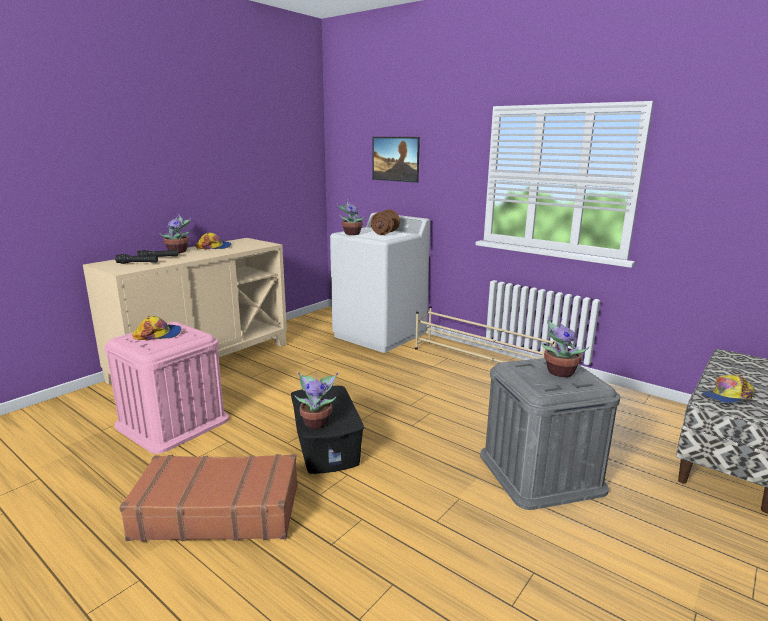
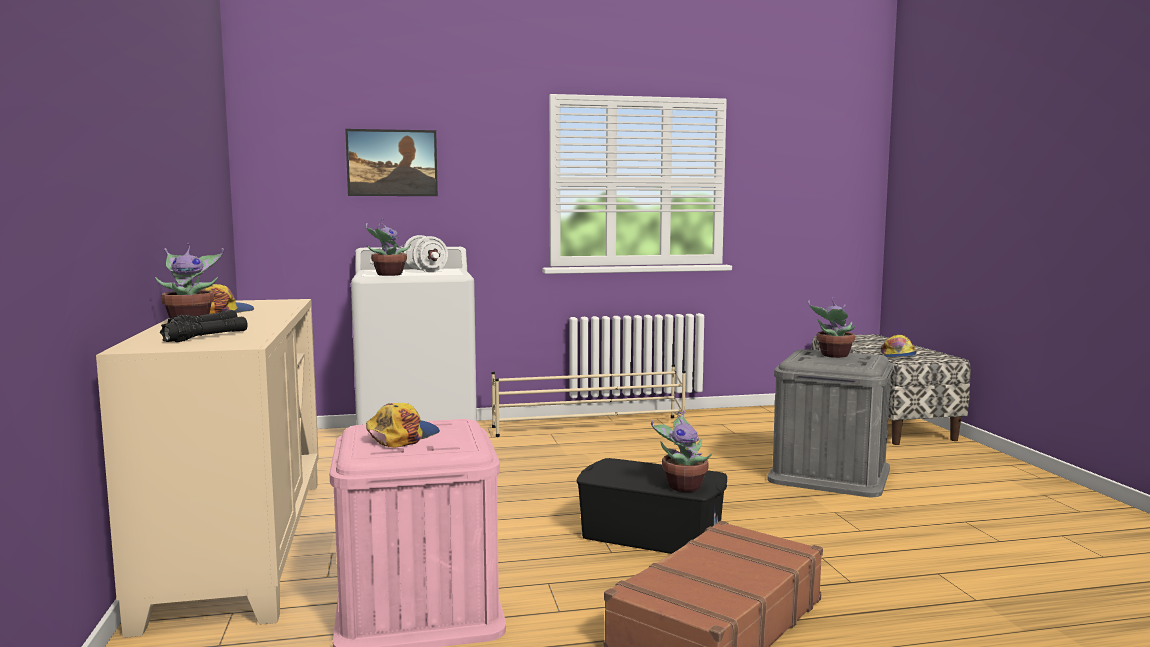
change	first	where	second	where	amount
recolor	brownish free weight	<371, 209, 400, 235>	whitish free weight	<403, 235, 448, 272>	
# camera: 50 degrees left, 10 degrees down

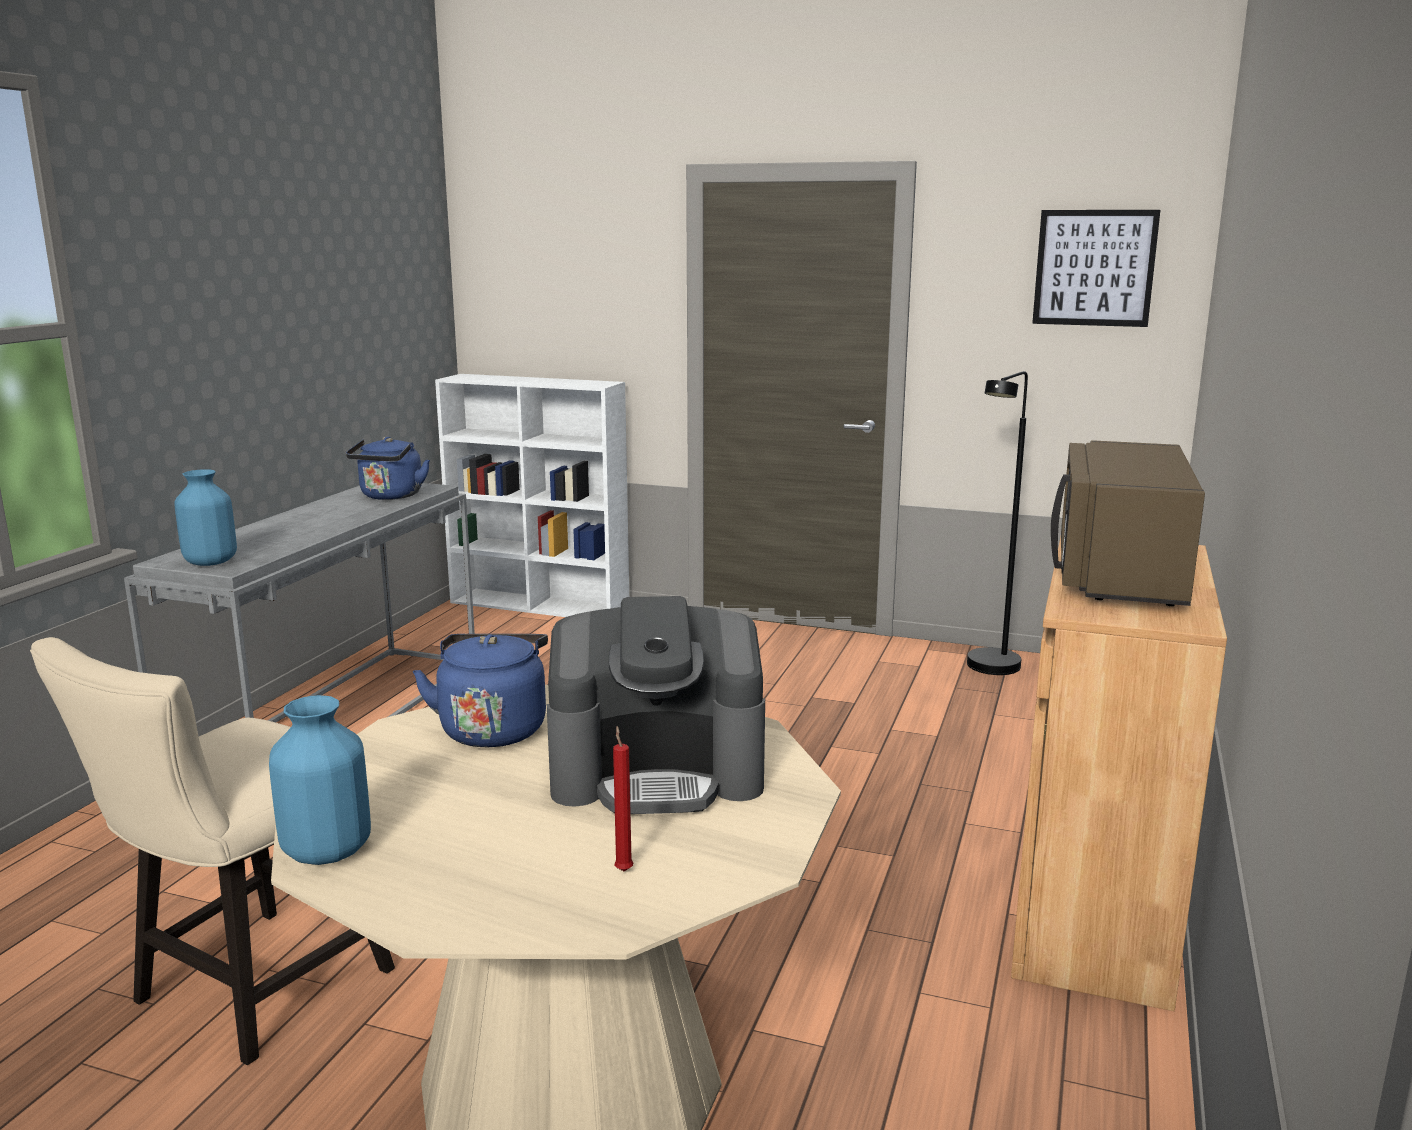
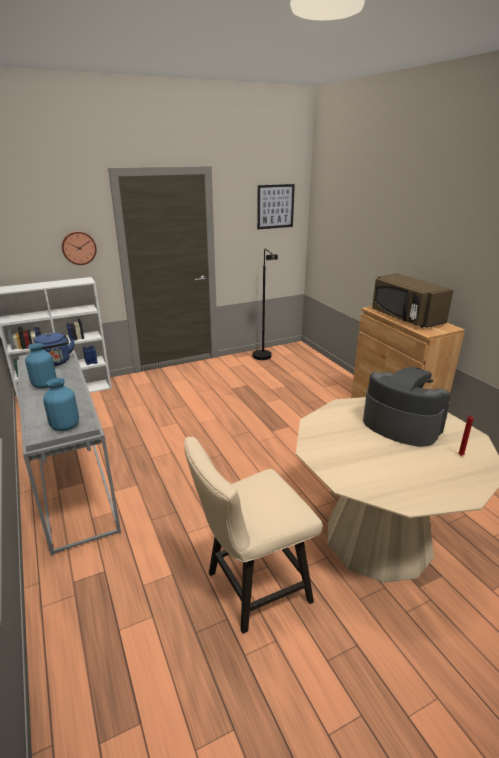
change	first	where	second	where	amount
delete	blue-coloured tea kettle	<413, 634, 548, 747>			
insert			hanging clock	<62, 231, 97, 265>	
move	blue-coloured decorative vase	<269, 695, 371, 865>		<25, 343, 57, 389>	
rotate	beige chair	<30, 637, 395, 1065>		<184, 437, 323, 634>	75 degrees clockwise
rotate	coffee brewer	<547, 596, 765, 814>		<363, 367, 451, 447>	90 degrees counterclockwise
# camera: 45 degrees left, 10 degrees up

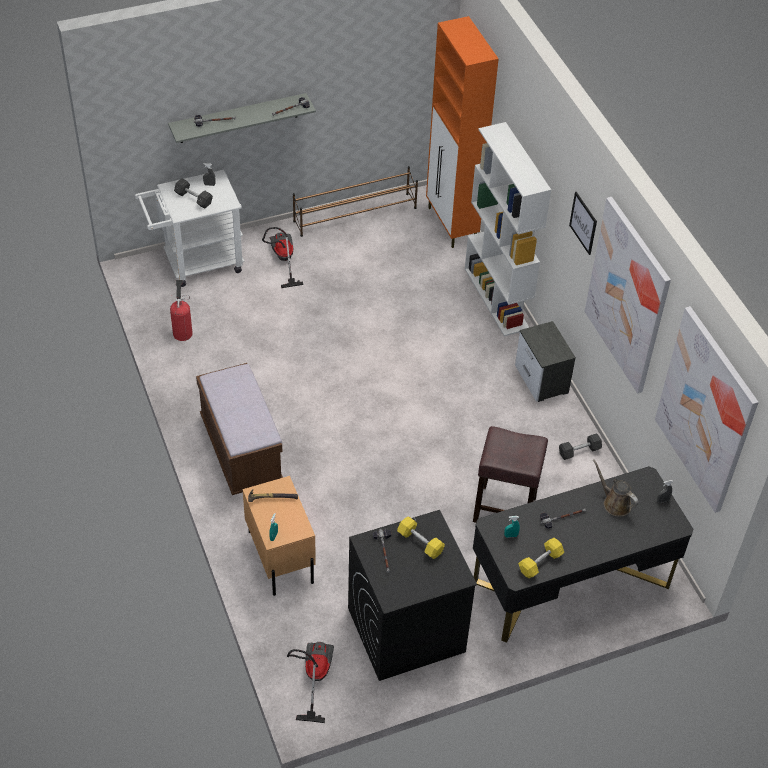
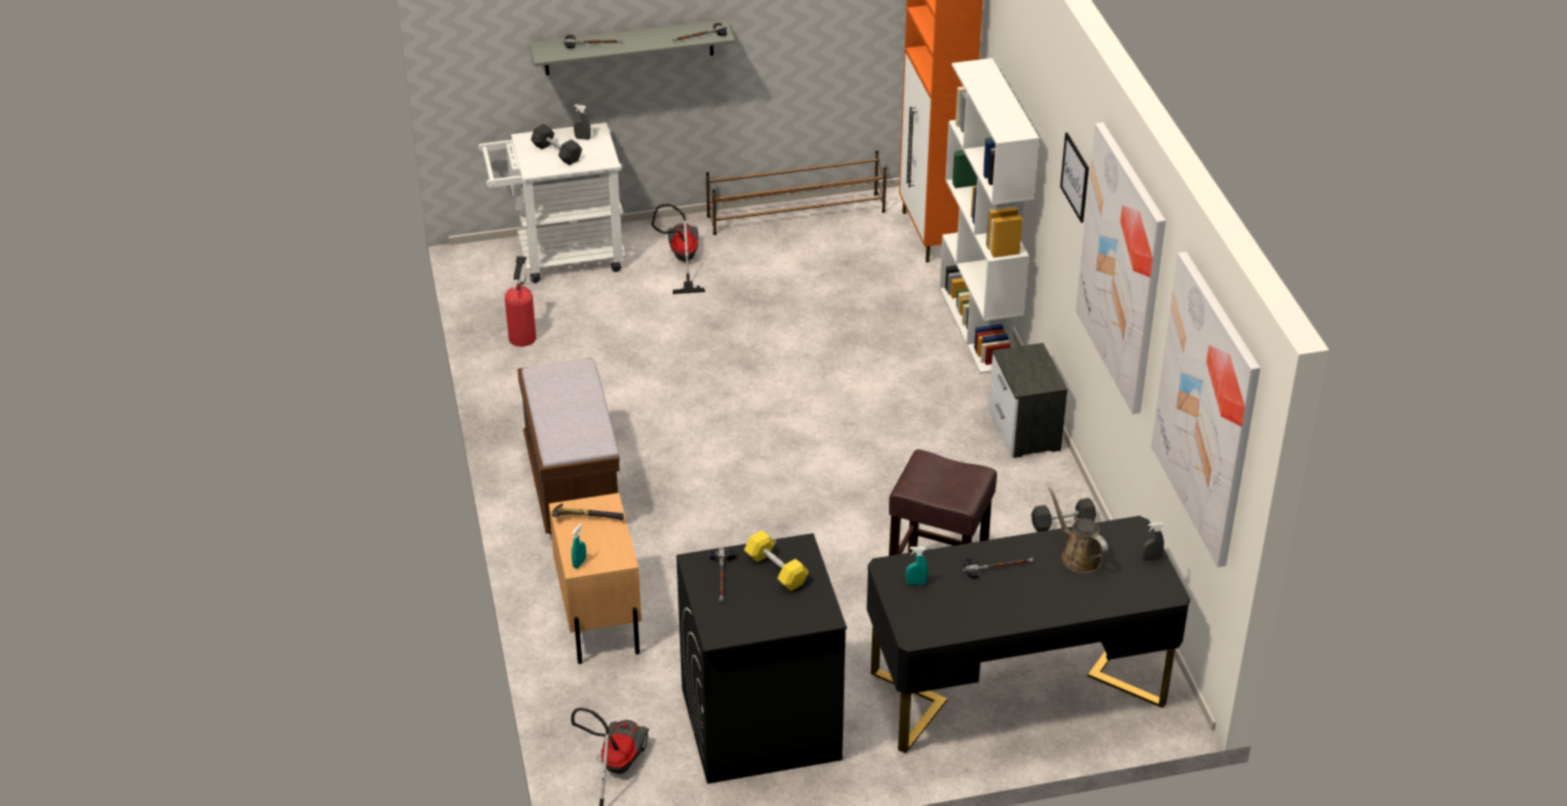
change	first	where	second	where	amount
delete	yellow-coloured free weight	<518, 538, 564, 578>			
# camera: 10 degrees right, 10 degrees down

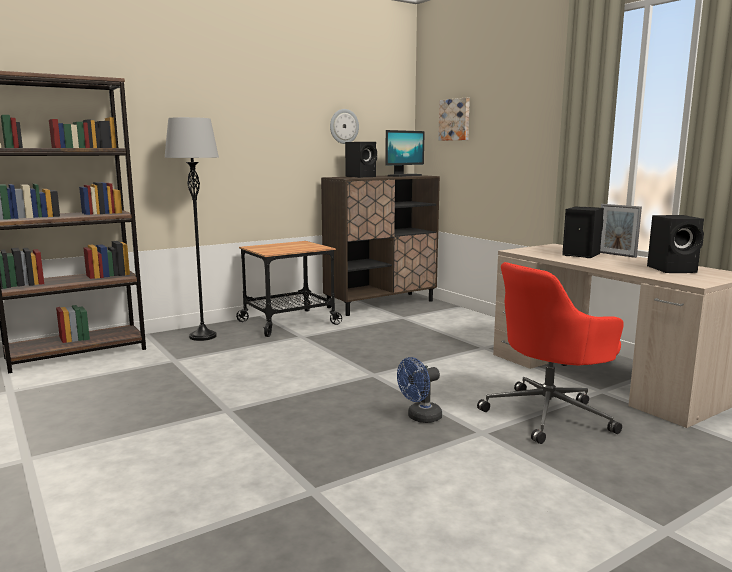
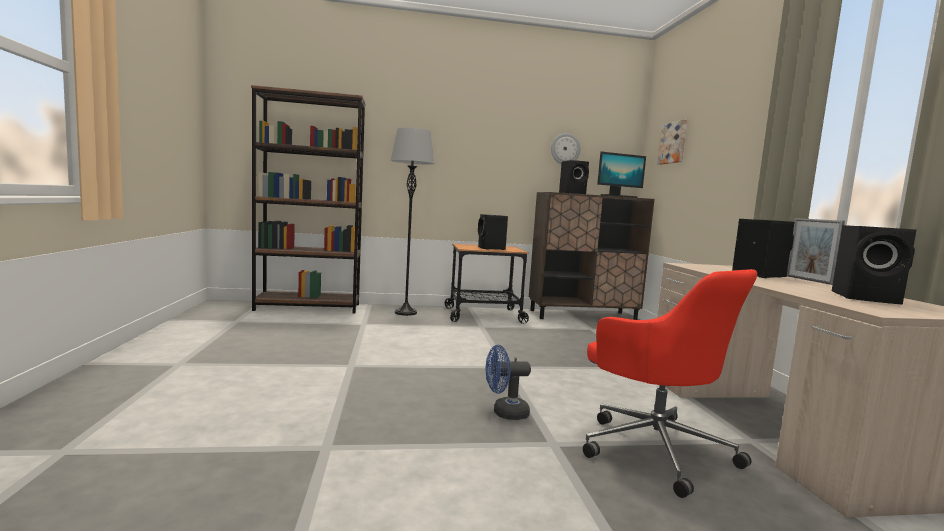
change	first	where	second	where	amount
insert			black loudspeaker	<478, 214, 508, 250>	
rotate	reddish computer chair	<477, 262, 624, 444>		<583, 269, 757, 498>	120 degrees counterclockwise
# camera: 25 degrees right, 5 degrees down

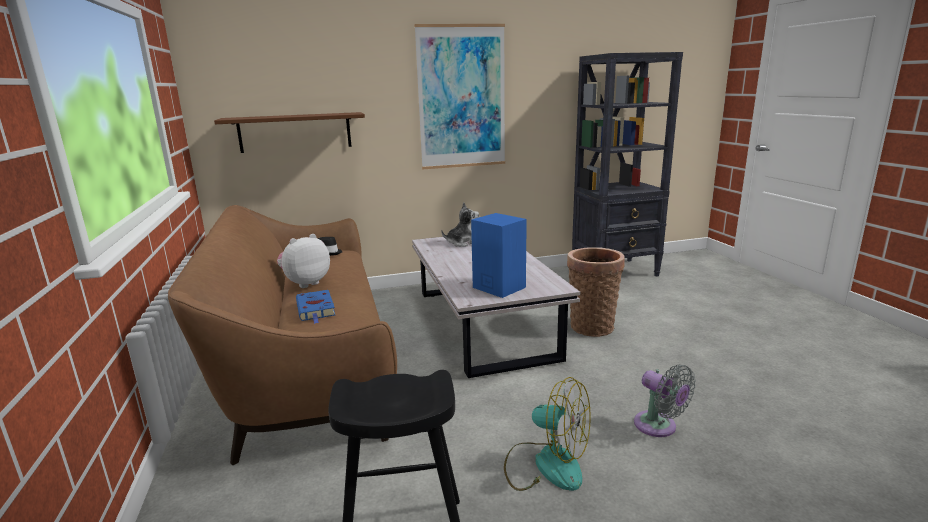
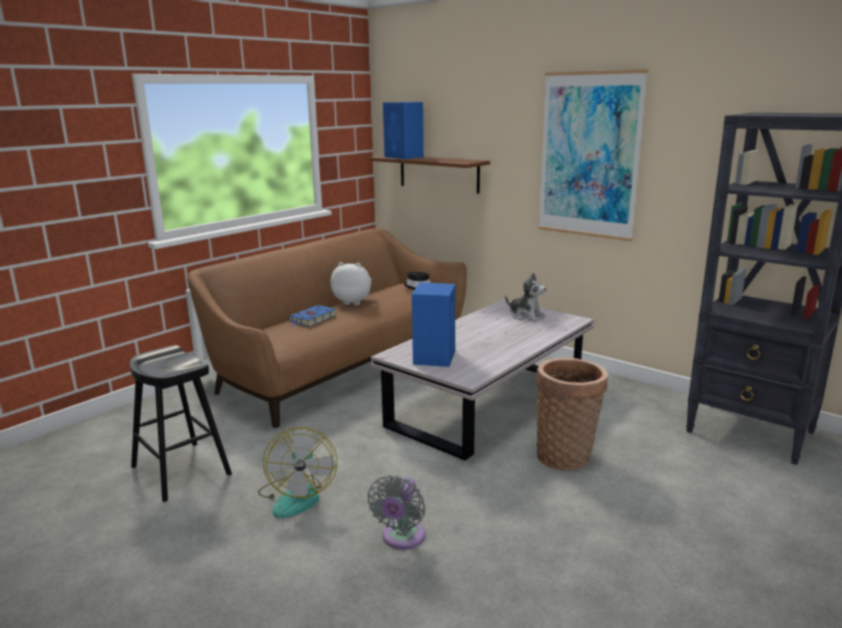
change	first	where	second	where	amount
insert			blue-coloured loudspeaker	<383, 102, 424, 159>	
# camera: 55 degrees right, 0 degrees up

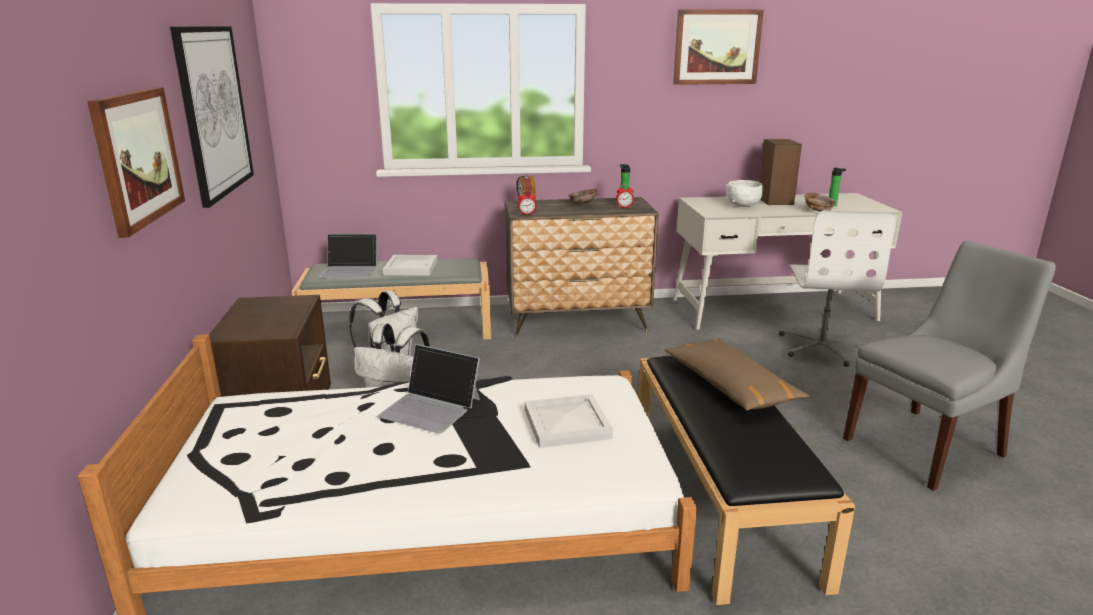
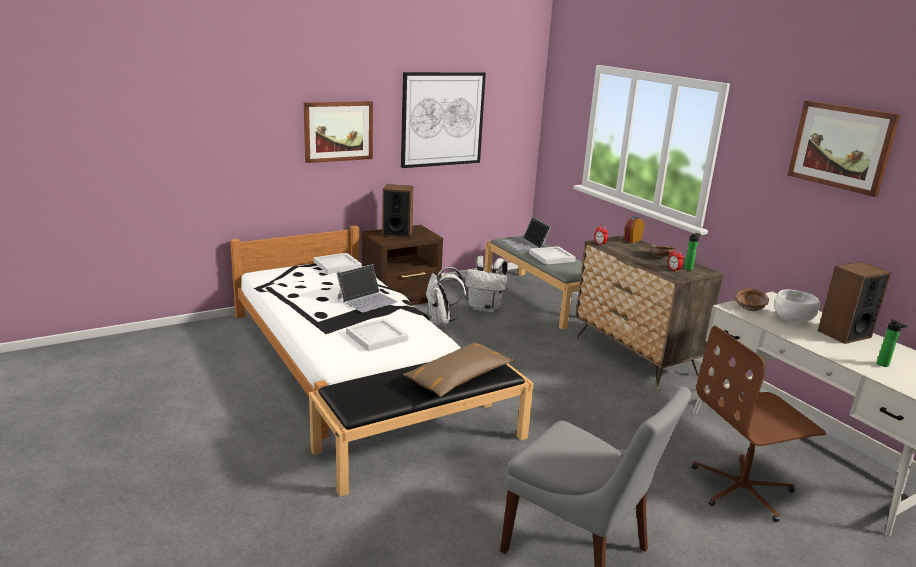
change	first	where	second	where	amount
insert			whitish carrying tray	<313, 253, 362, 274>	
insert			loudspeaker	<382, 184, 414, 238>	
move	brownish serving bowl	<804, 193, 836, 212>		<735, 288, 769, 311>	
recolor	whitish computer chair	<779, 210, 895, 367>	brownish computer chair	<692, 325, 826, 522>	
rotate	portable computer	<377, 344, 480, 434>		<336, 264, 397, 312>	135 degrees counterclockwise
# camera: 65 degrees right, 0 degrees up

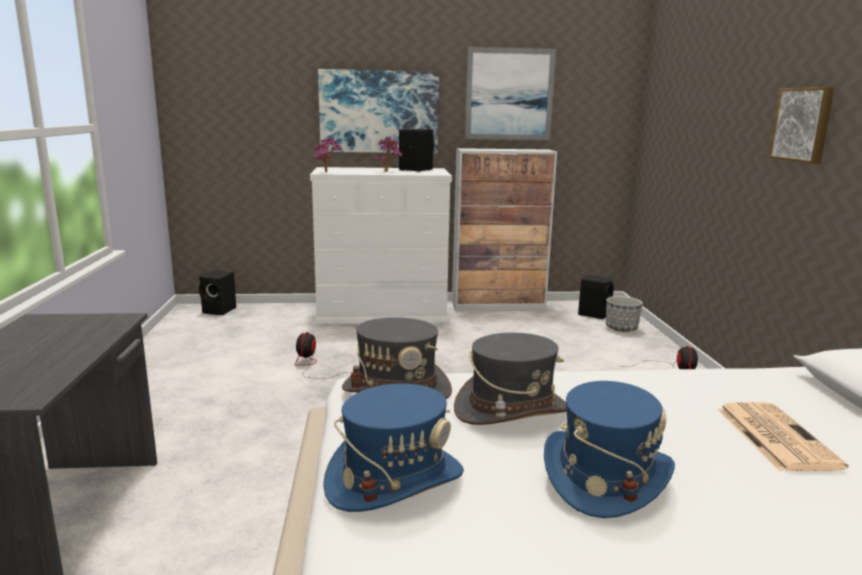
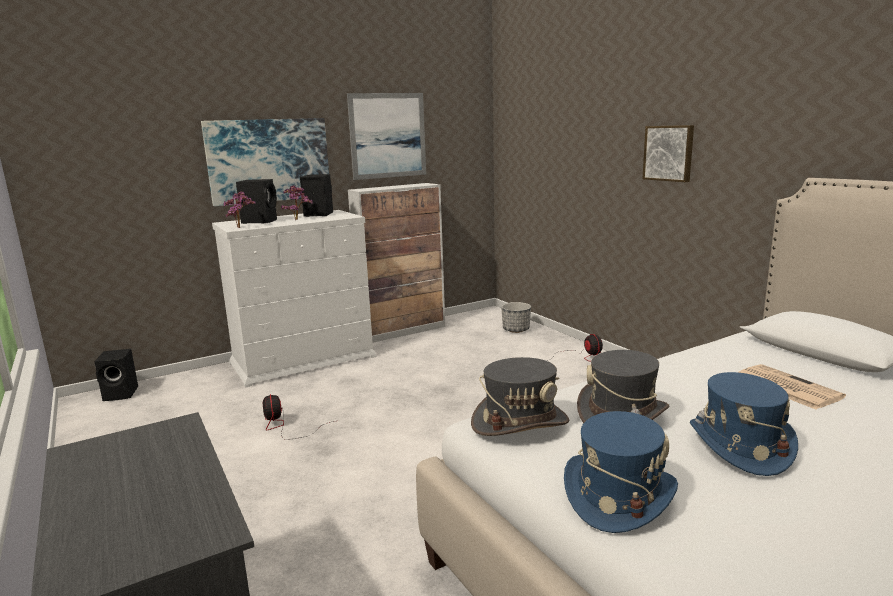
change	first	where	second	where	amount
move	black loudspeaker	<578, 275, 614, 319>		<236, 179, 277, 224>	
# camera: 25 degrees left, 0 degrees up

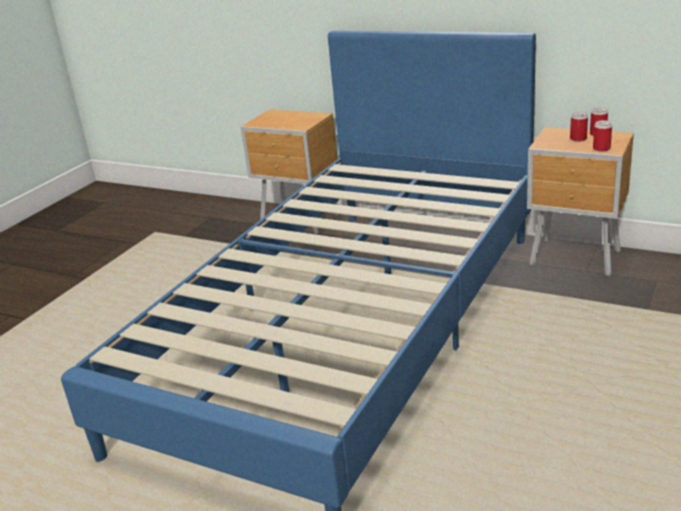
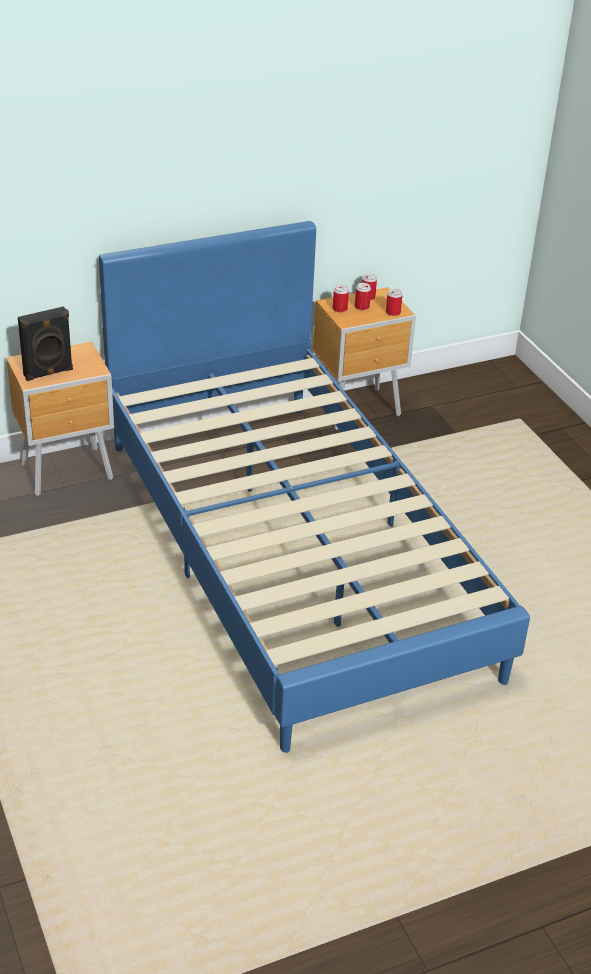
change	first	where	second	where	amount
insert			black loudspeaker	<18, 306, 73, 381>	
insert			sealed can	<333, 285, 349, 312>	
# camera: 55 degrees left, 10 degrees up

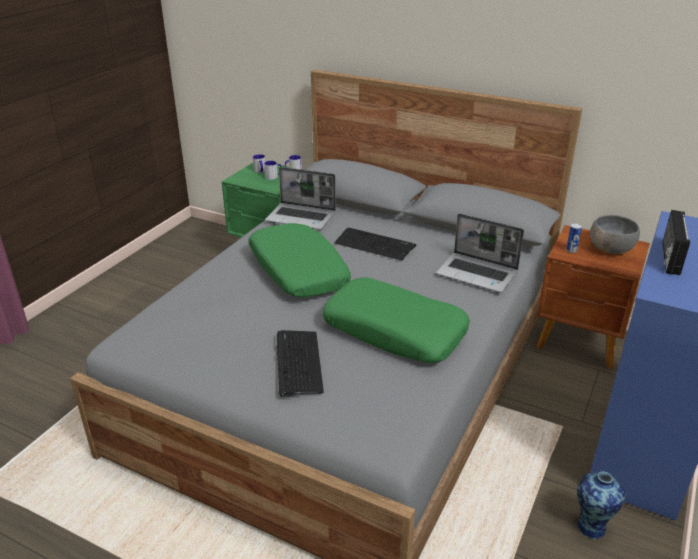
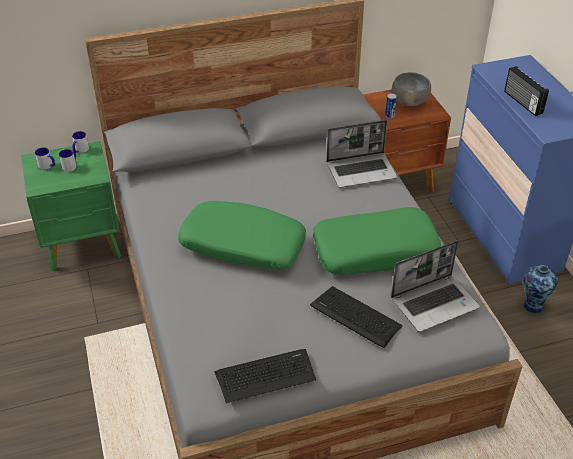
change	first	where	second	where	amount
move	portable computer	<265, 167, 336, 229>		<391, 241, 480, 332>	
move	computer keyboard	<334, 228, 416, 261>		<215, 349, 316, 403>	
# camera: 45 degrees left, 10 degrees up

